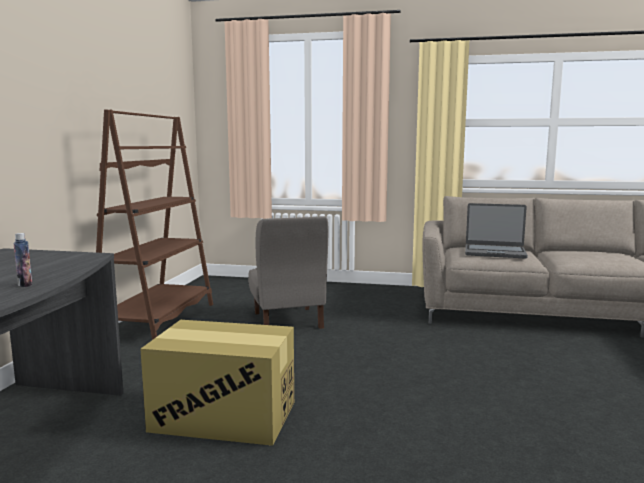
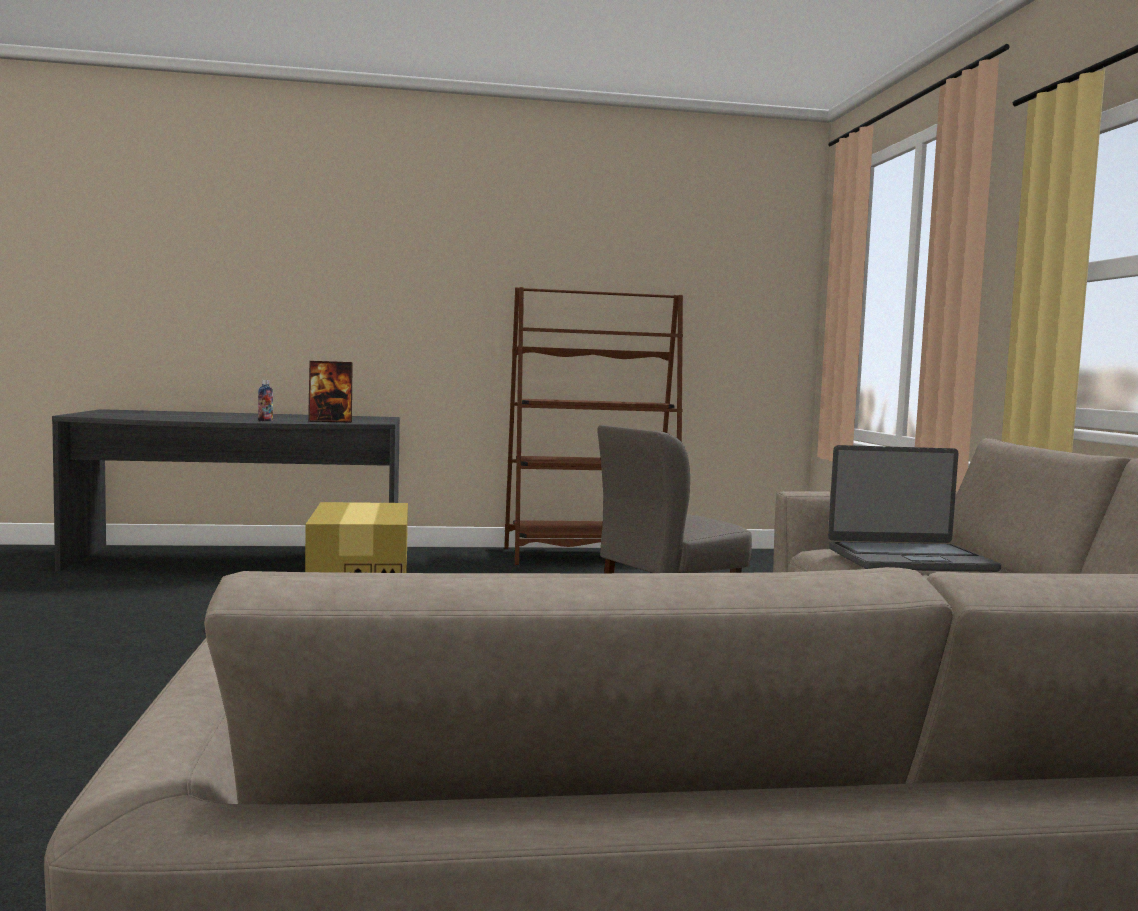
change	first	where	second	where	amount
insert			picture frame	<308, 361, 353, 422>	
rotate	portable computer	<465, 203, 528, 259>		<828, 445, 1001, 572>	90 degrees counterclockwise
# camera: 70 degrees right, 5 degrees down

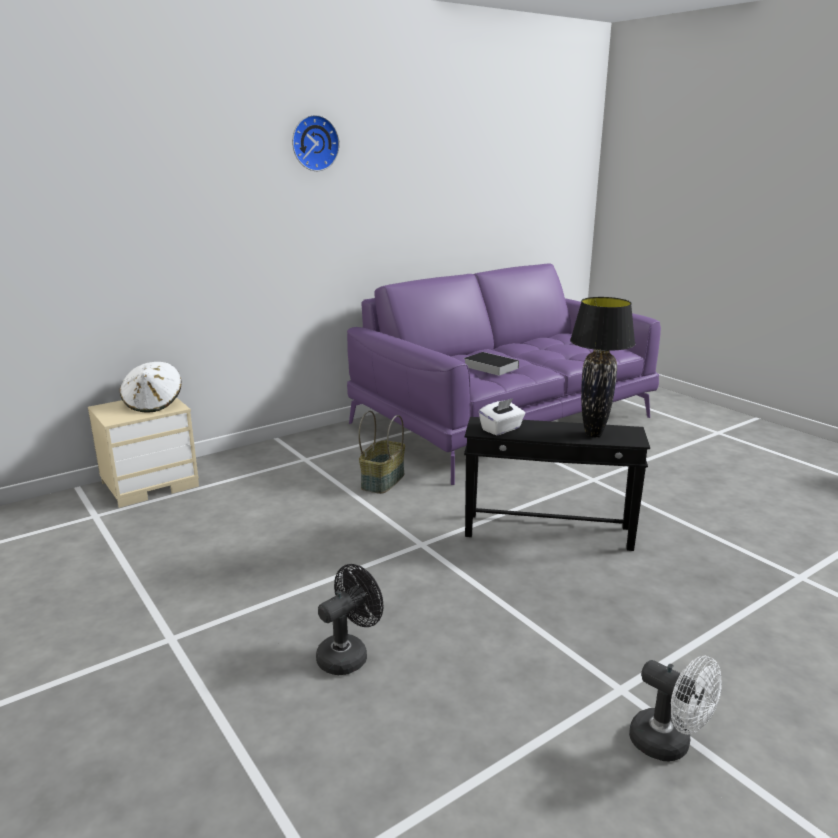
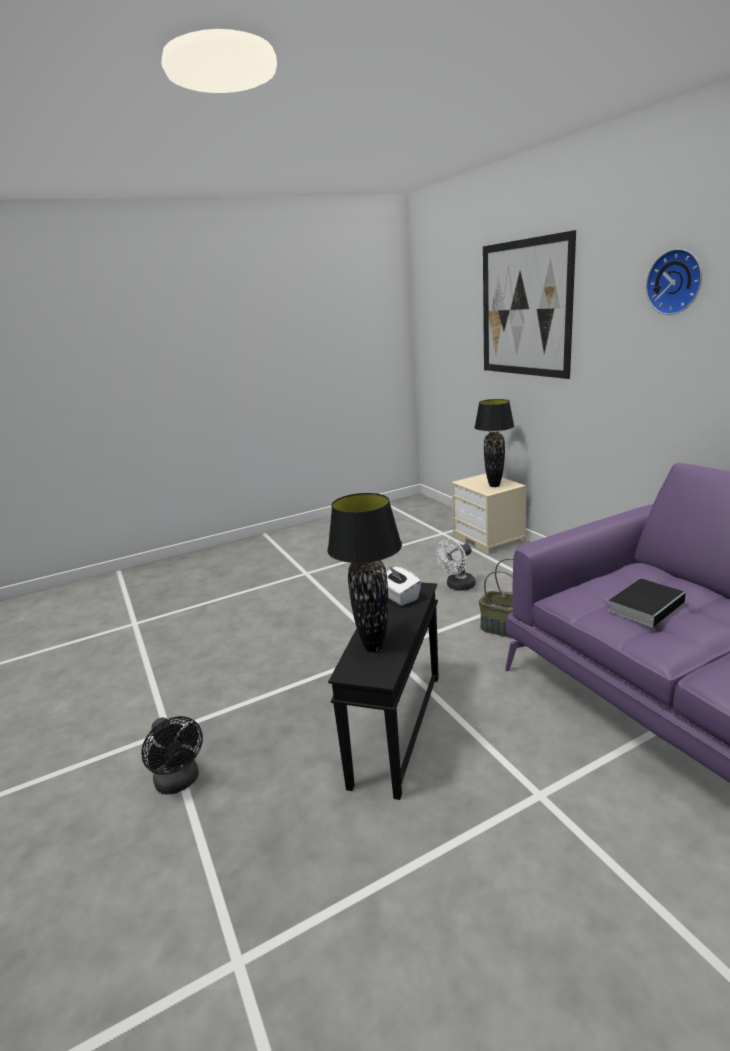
change	first	where	second	where	amount
insert			picture	<483, 230, 576, 379>	
move	black fan	<316, 564, 383, 675>		<141, 716, 203, 794>	
move	whitish fan	<629, 656, 722, 761>		<436, 539, 476, 591>	
replace	whitish clothing hat	<120, 362, 181, 412>	black lamp for a table	<474, 399, 514, 487>	
# camera: 100 degrees right, 0 degrees up

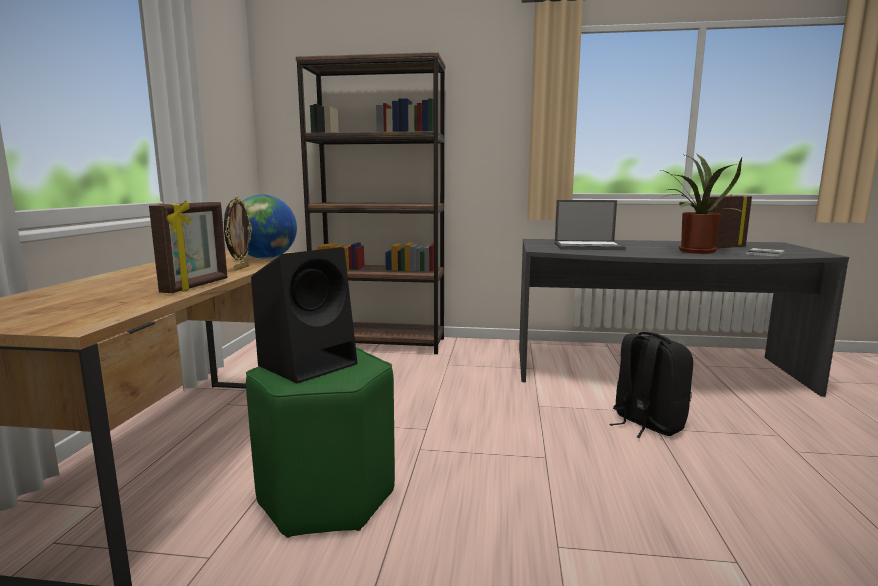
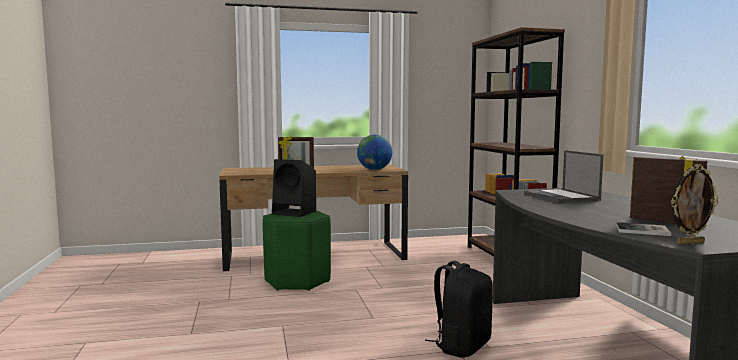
change	first	where	second	where	amount
delete	houseplant	<661, 154, 743, 254>			
move	picture frame	<224, 196, 252, 271>		<671, 164, 718, 244>	
# camera: 70 degrees right, 5 degrees down

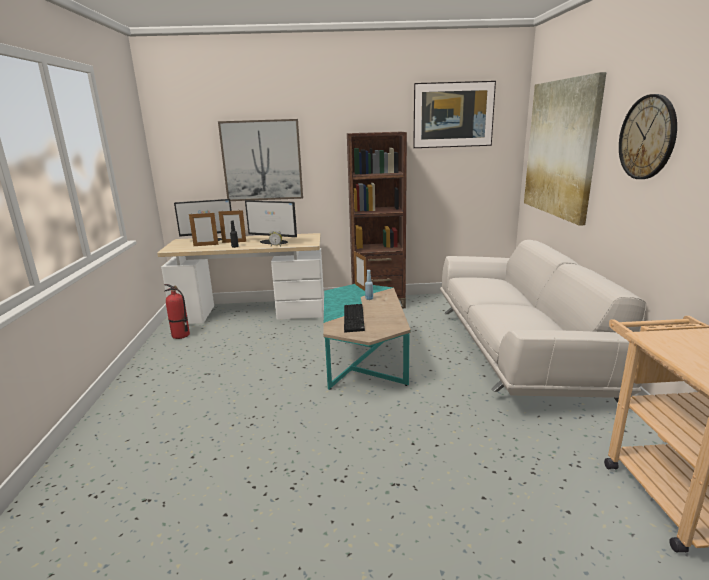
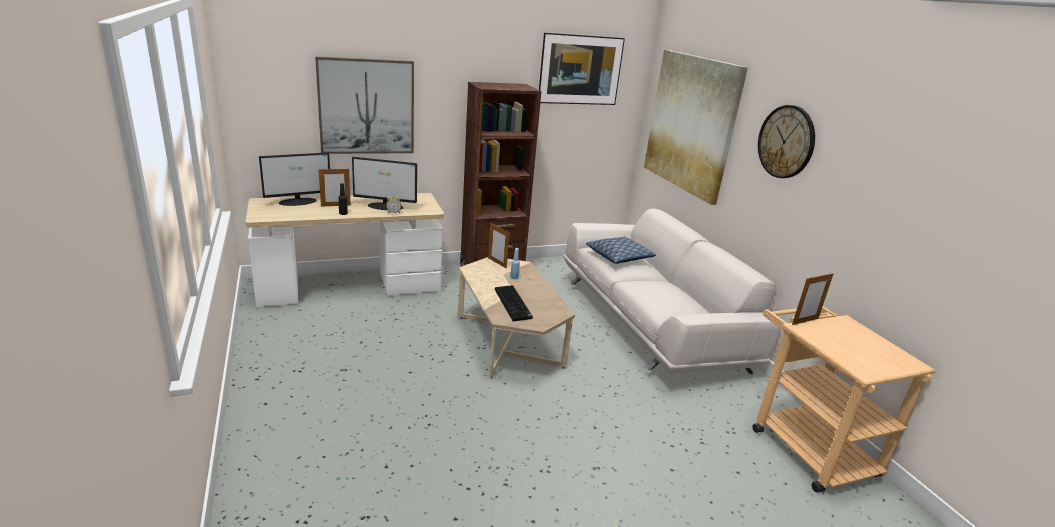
change	first	where	second	where	amount
delete	fire extinguisher	<164, 284, 190, 339>			
insert			throw pillow	<586, 237, 656, 264>	
move	picture frame	<189, 213, 219, 246>		<792, 272, 833, 325>	
recolor	turquoise lounge table	<323, 284, 411, 390>	beige lounge table	<458, 257, 575, 379>	
# camera: 20 degrees left, 5 degrees up

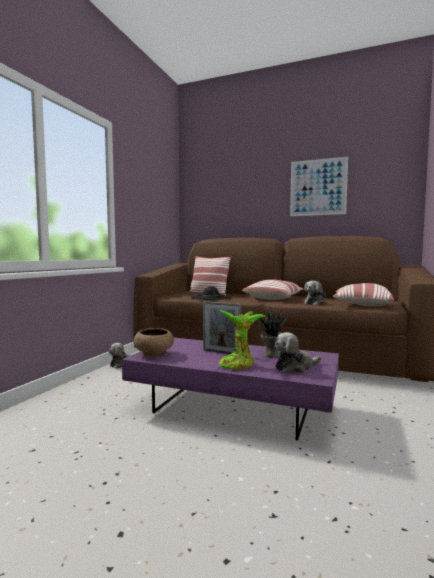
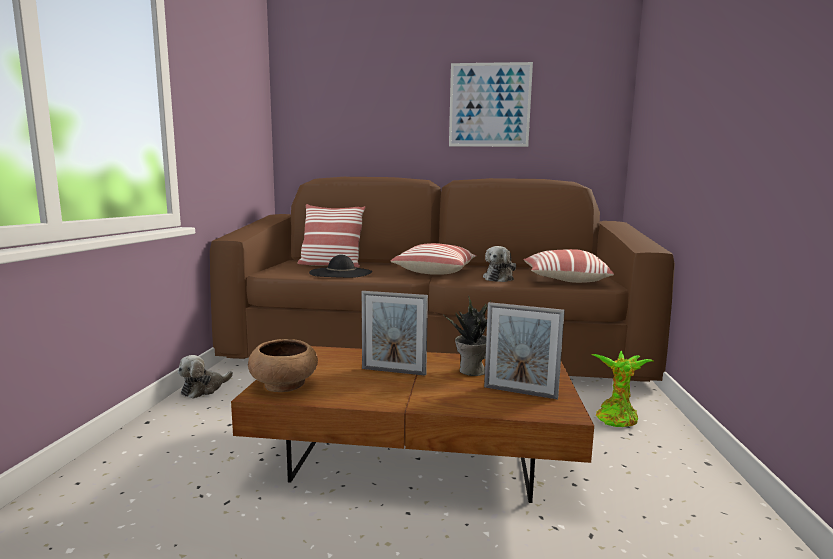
change	first	where	second	where	amount
move	houseplant	<219, 310, 267, 369>		<592, 351, 653, 427>	
replace	plush toy	<275, 332, 321, 373>	picture frame	<484, 302, 565, 399>	
recolor	purple-coloured lounge table	<122, 338, 339, 440>	brownish lounge table	<231, 346, 594, 503>	
# camera: 15 degrees left, 5 degrees up

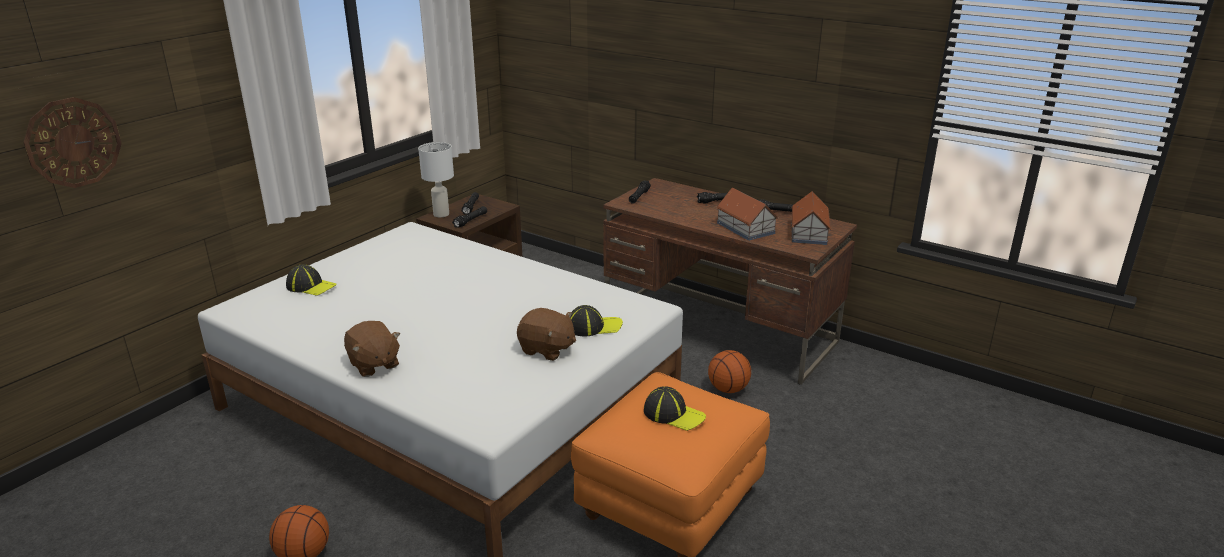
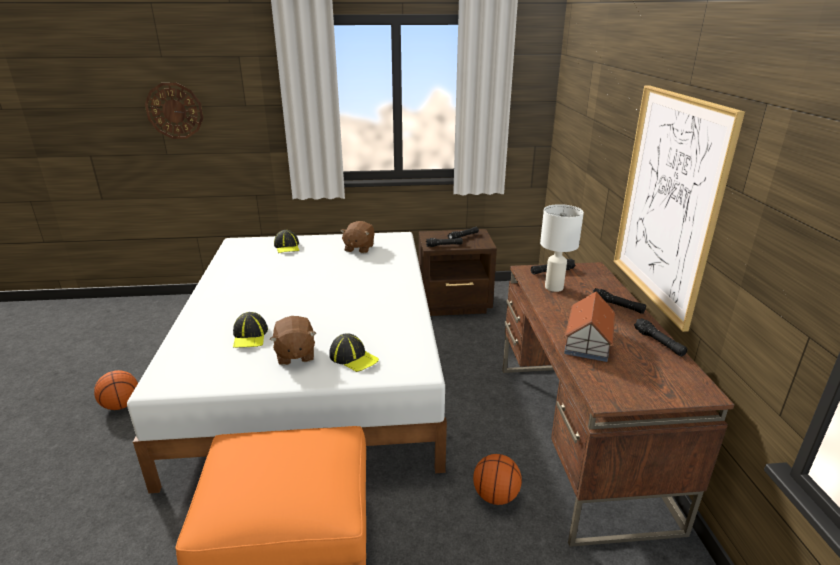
change	first	where	second	where	amount
delete	miniature house	<791, 191, 831, 245>			
insert			picture	<614, 85, 745, 332>	
move	brownish plush toy	<344, 321, 400, 377>		<340, 221, 375, 253>	
move	whitish lamp for a table	<418, 142, 454, 217>		<540, 204, 584, 292>	
move	cap	<644, 386, 706, 431>		<233, 312, 268, 348>	
# camera: 50 degrees right, 0 degrees up

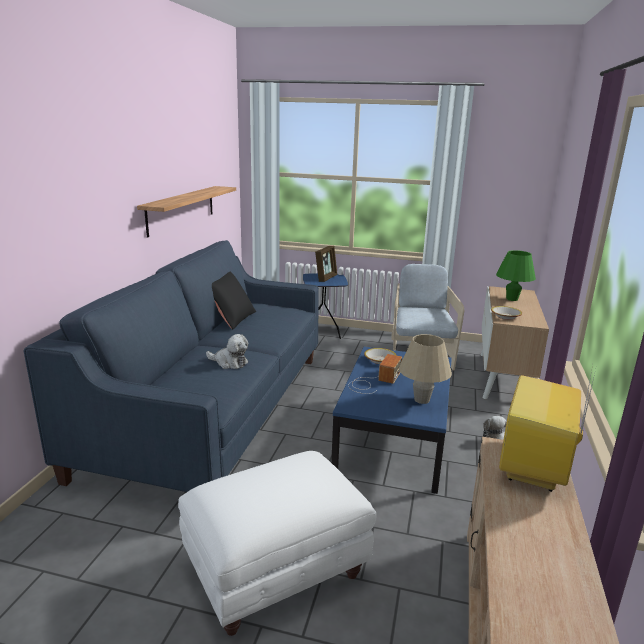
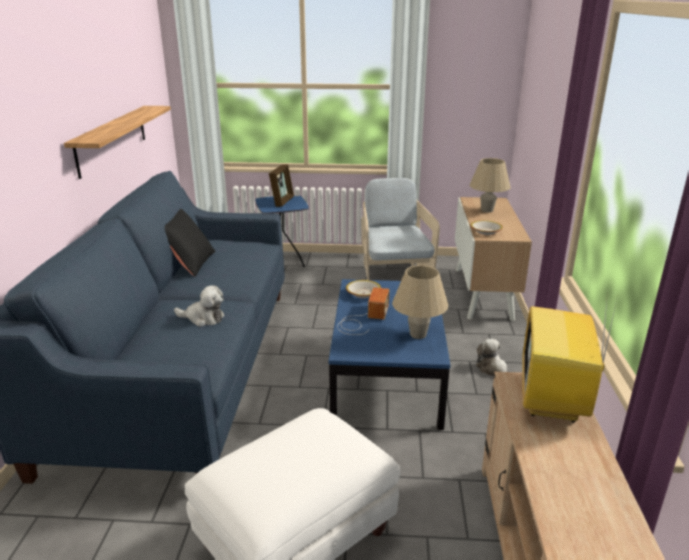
change	first	where	second	where	amount
recolor	green lamp for a table	<496, 250, 536, 301>	beige lamp for a table	<469, 158, 511, 213>	
# camera: 10 degrees left, 5 degrees up

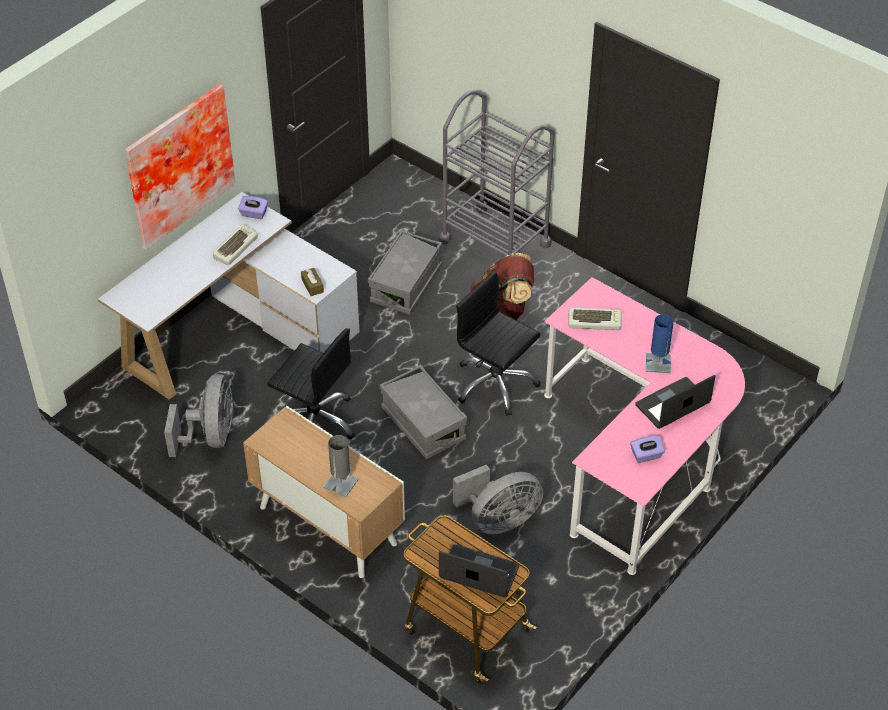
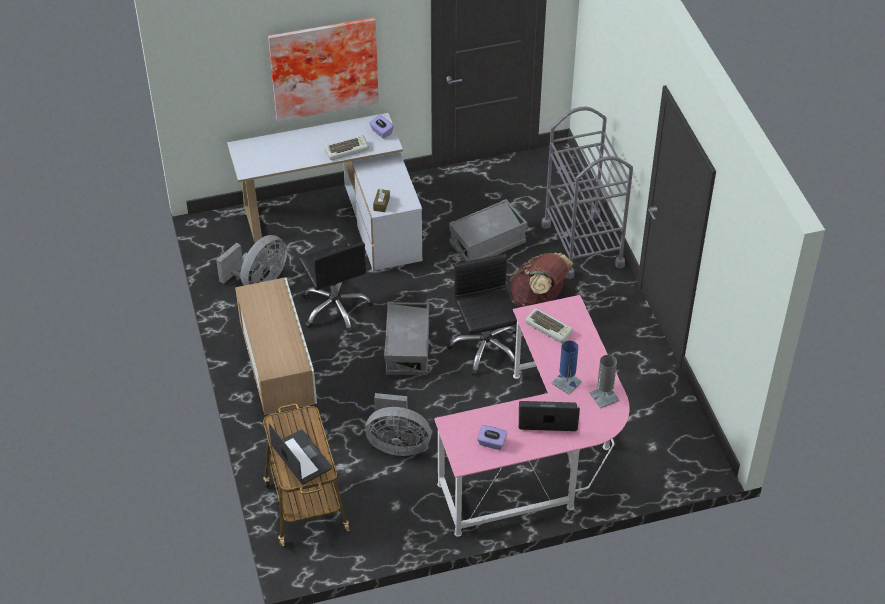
change	first	where	second	where	amount
move	gray lamp for a table	<323, 435, 359, 498>		<589, 355, 620, 409>	
# camera: 35 degrees right, 0 degrees up

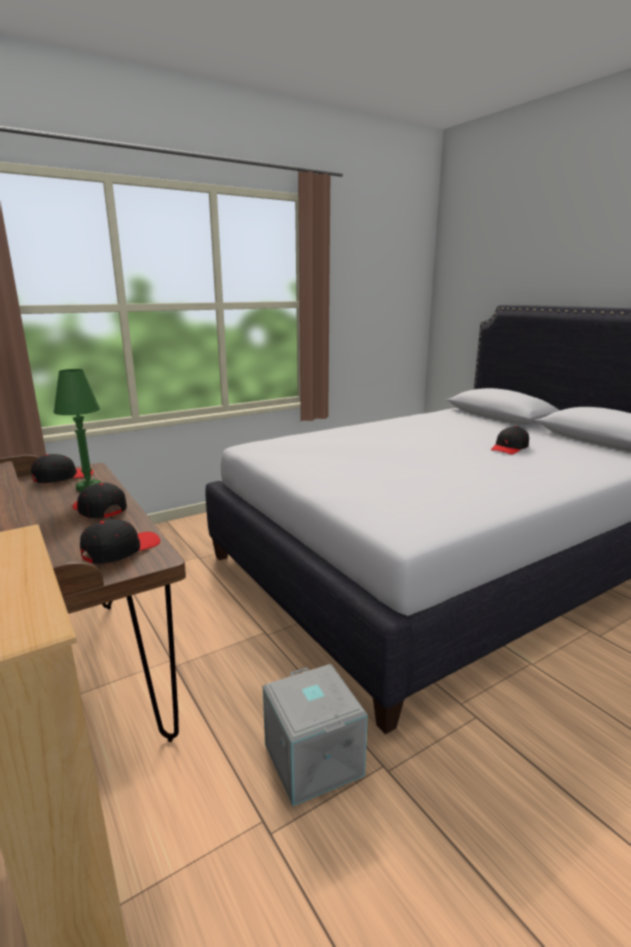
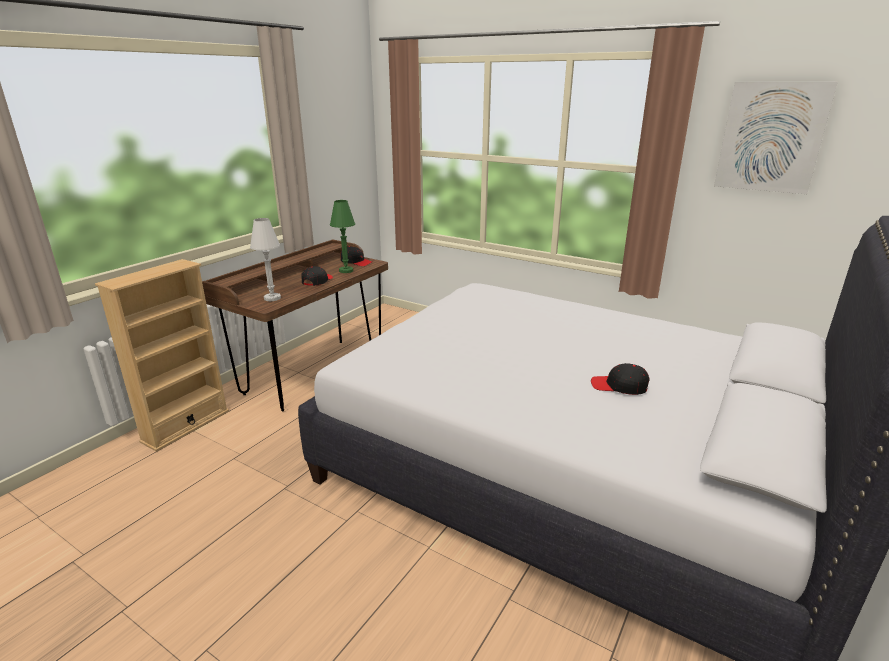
change	first	where	second	where	amount
delete	gray storage bin	<263, 664, 368, 806>			
insert			picture	<714, 82, 838, 194>	
replace	black cap	<80, 519, 160, 564>	whitish lamp for a table	<250, 218, 281, 301>	
# camera: 65 degrees right, 5 degrees up

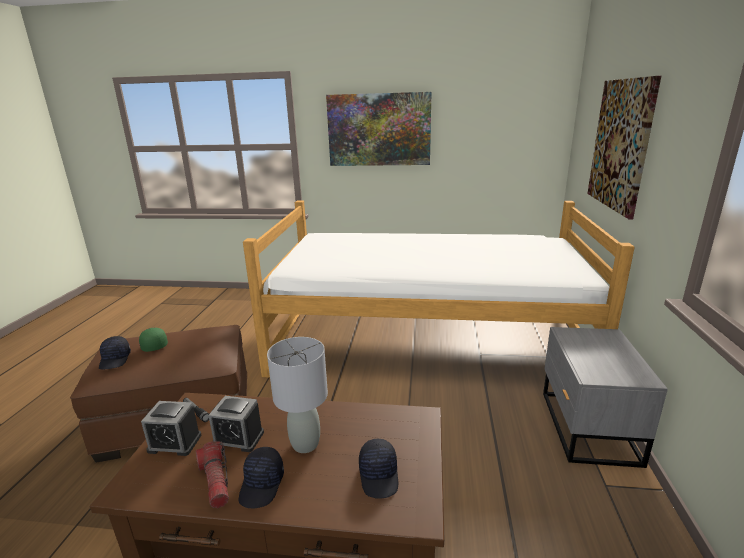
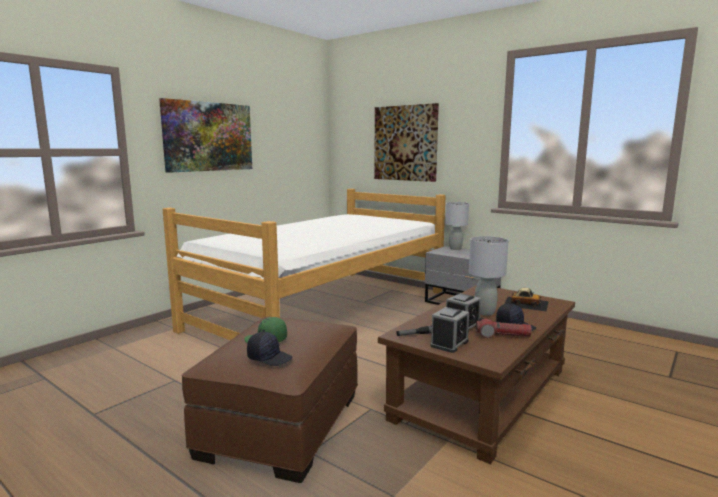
change	first	where	second	where	amount
insert			gray lamp for a table	<445, 202, 469, 250>	
replace	black cap	<359, 439, 398, 499>	model car	<504, 288, 549, 311>	
# camera: 60 degrees left, 10 degrees down

